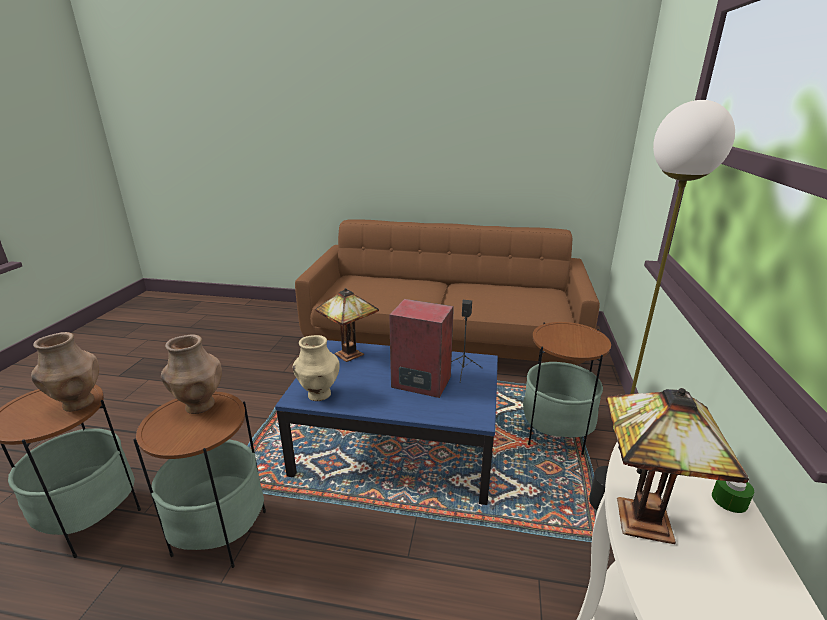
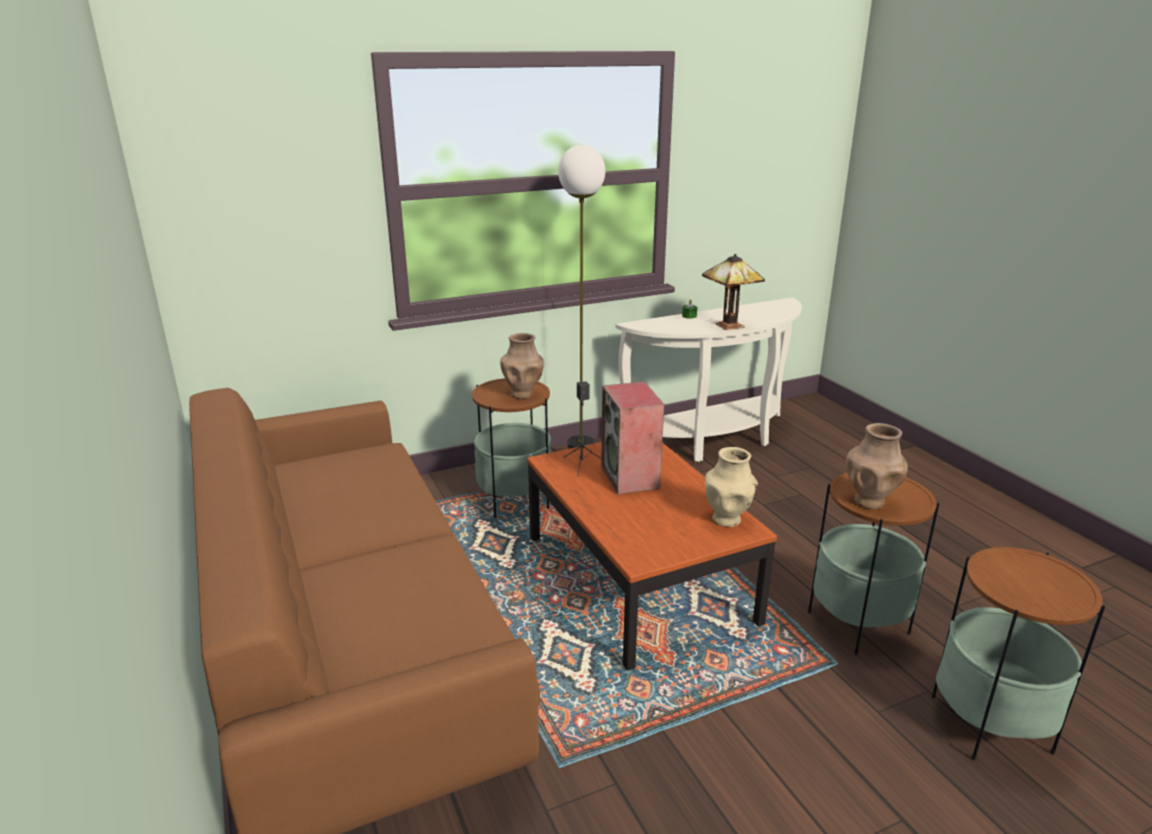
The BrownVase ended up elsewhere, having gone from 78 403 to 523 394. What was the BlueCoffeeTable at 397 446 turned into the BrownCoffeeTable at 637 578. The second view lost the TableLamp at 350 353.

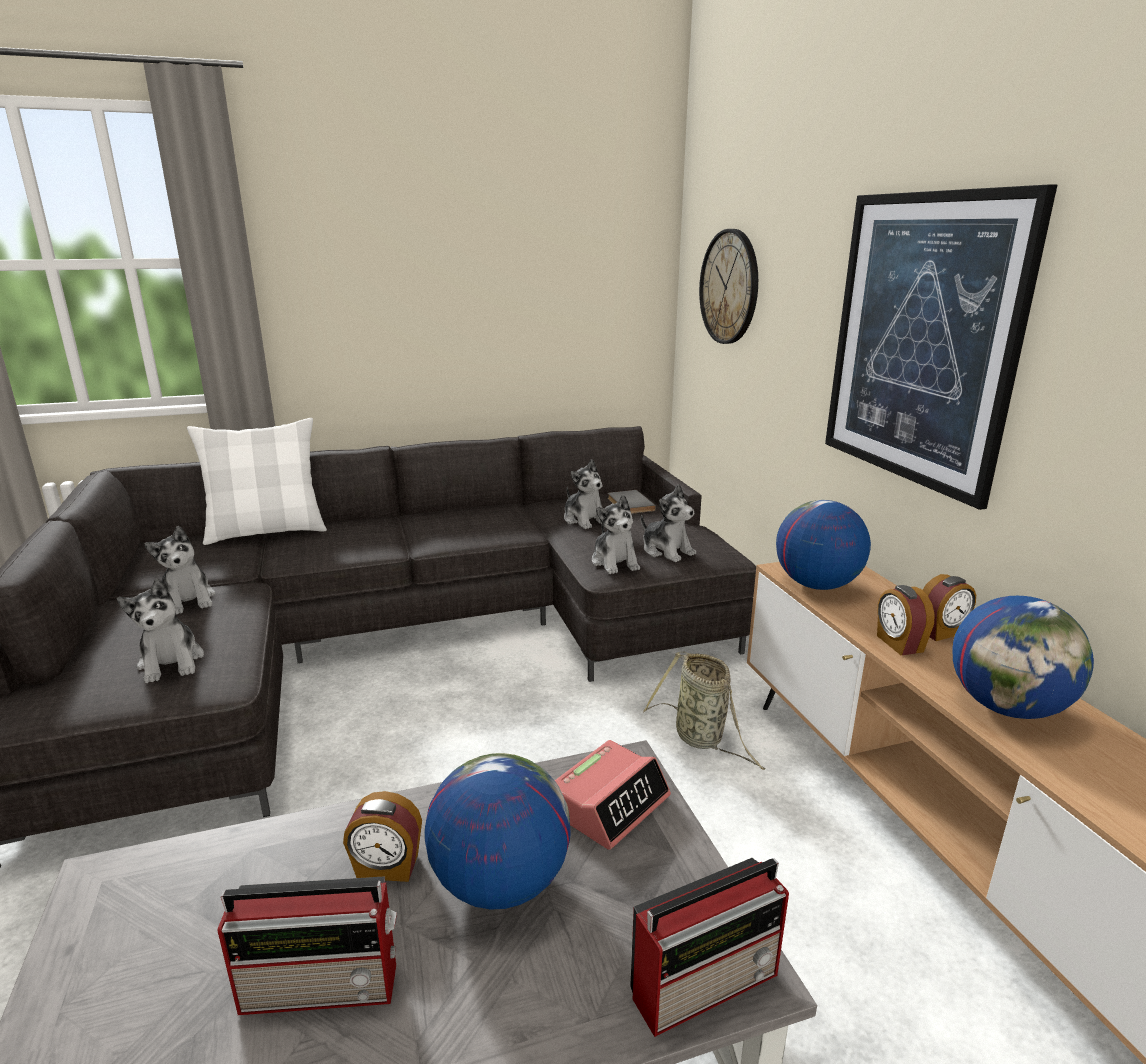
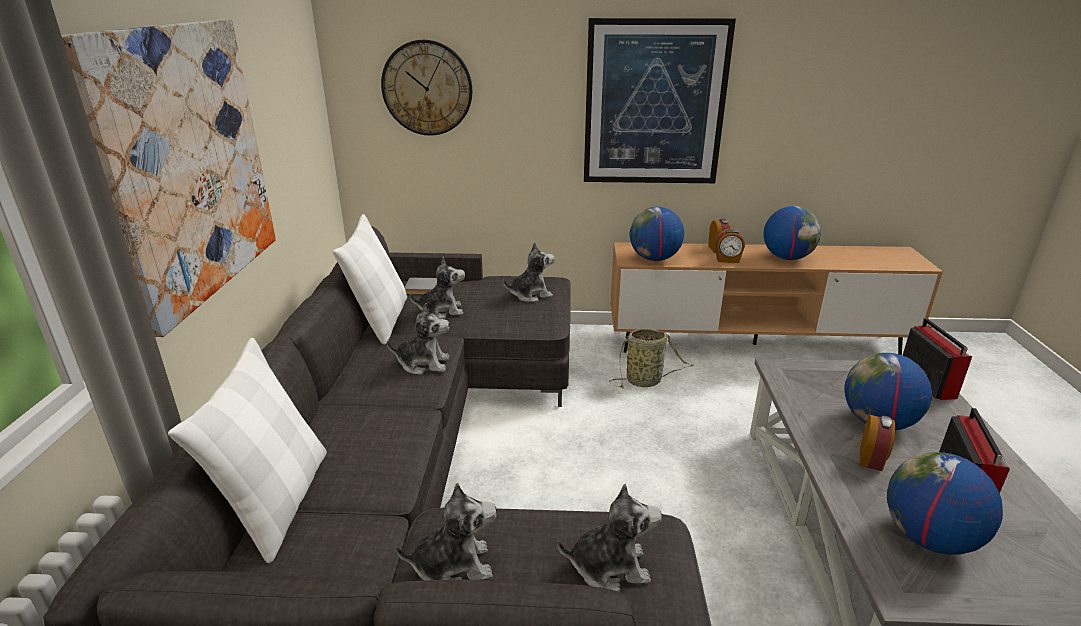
The second view gained the Picture at 190 164. The second view gained the WhitePillow at 381 320. The PlushToy ended up elsewhere, having gone from 615 562 to 423 364. The second view gained the Globe at 928 538. The second view lost the AlarmClock at 609 804.

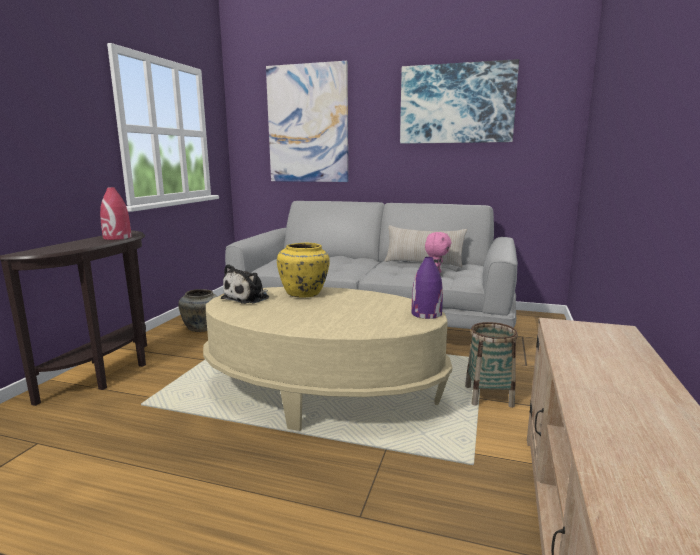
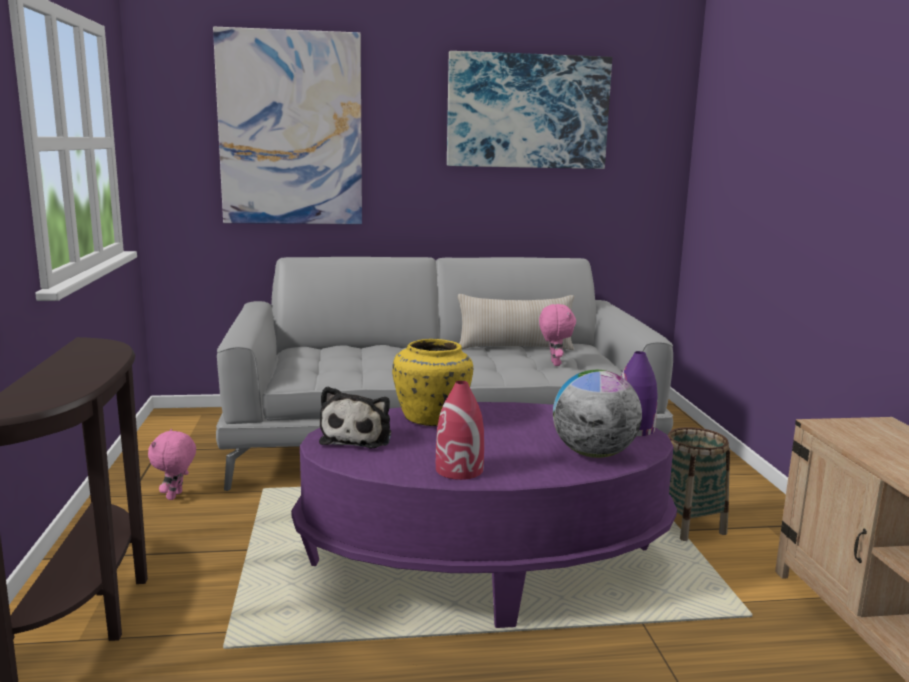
Where the BeigeVase stood at 201 328, the PinkPlushToy came to stand at 175 496. What was the BeigeCoffeeTable at 323 392 turned into the PurpleCoffeeTable at 485 563. The RedVase ended up elsewhere, having gone from 117 237 to 459 470. The second view gained the Globe at 593 454.

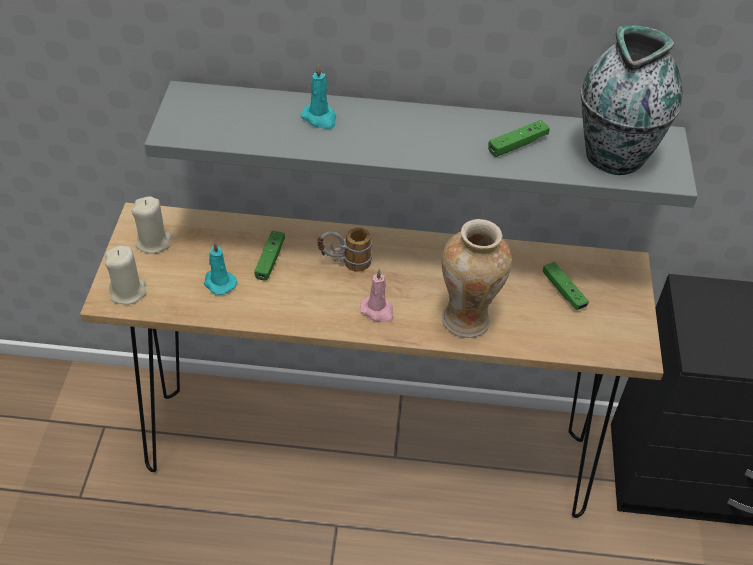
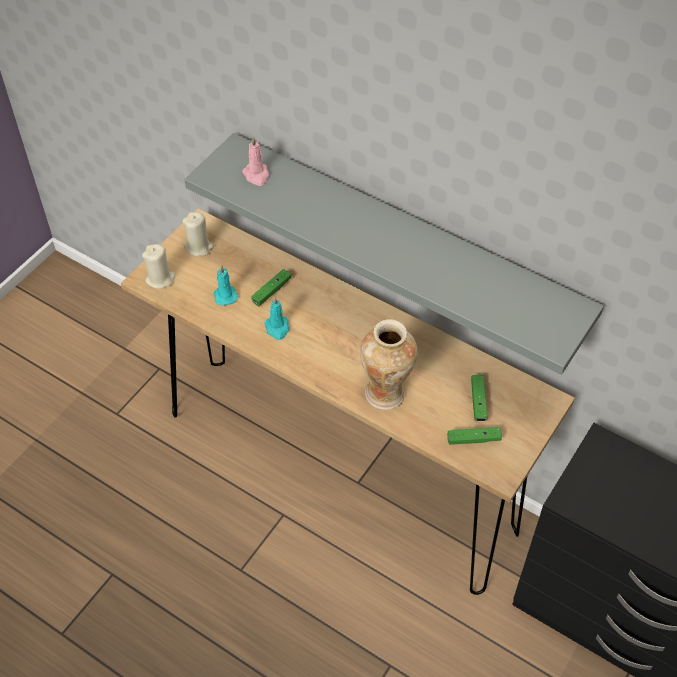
The PinkCandle ended up elsewhere, having gone from 378 311 to 256 175. The TurquoiseCandle ended up elsewhere, having gone from 320 118 to 277 328. The GreenGameController ended up elsewhere, having gone from 517 144 to 473 439. The second view lost the Mug at 344 264. The second view lost the Vase at 614 155.

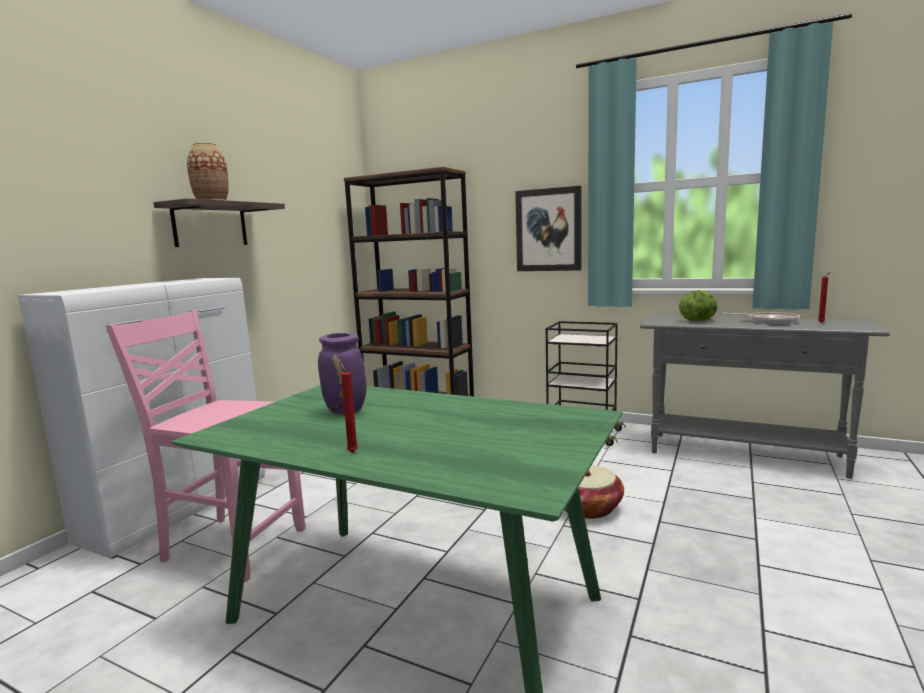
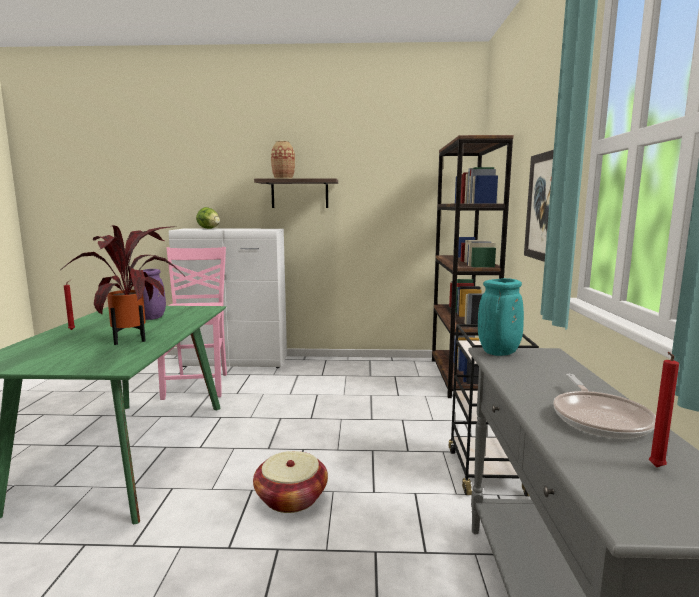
The second view gained the PottedPlant at 133 339. The Lettuce ended up elsewhere, having gone from 699 320 to 209 228. The second view gained the TurquoiseVase at 498 353.

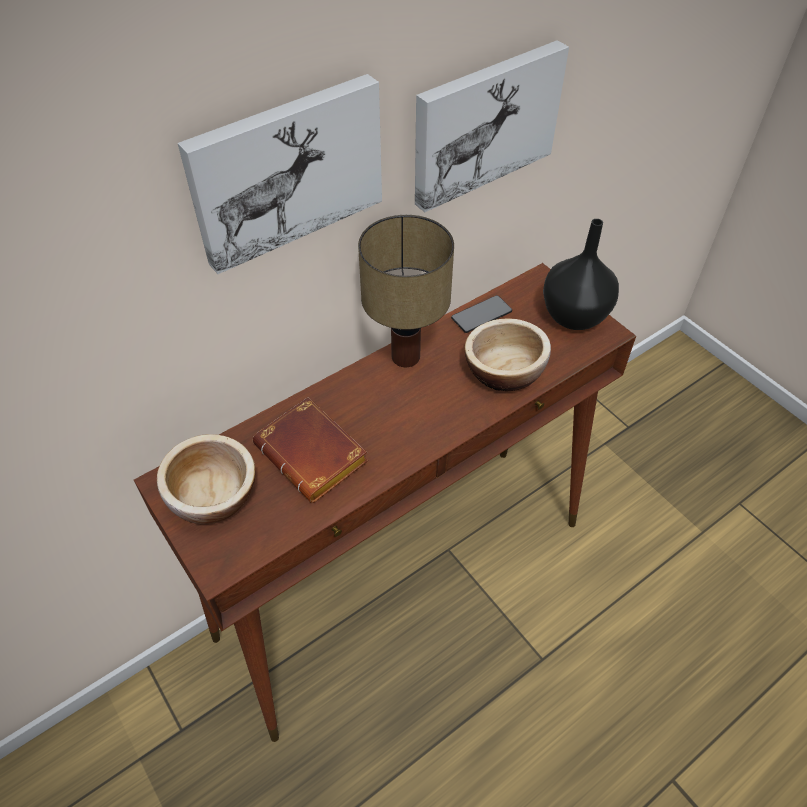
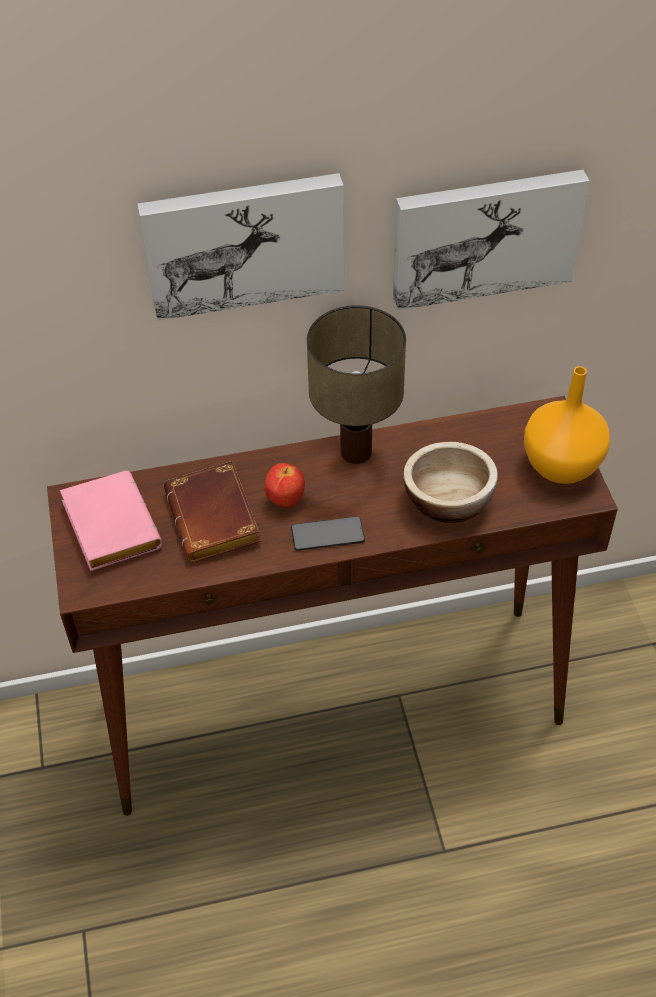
Where the Bowl stood at 213 496, the PinkBook came to stand at 107 525. The second view gained the Apple at 285 499. The Phone ended up elsewhere, having gone from 481 315 to 327 535. What was the BlackVase at 572 316 turned into the OrangeVase at 559 466.

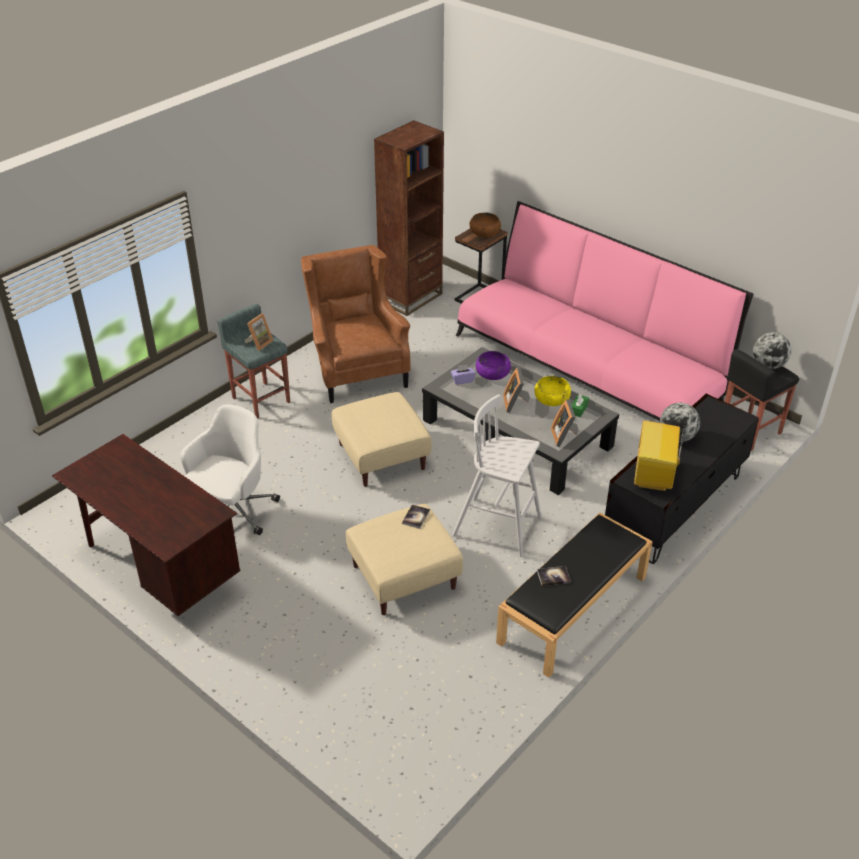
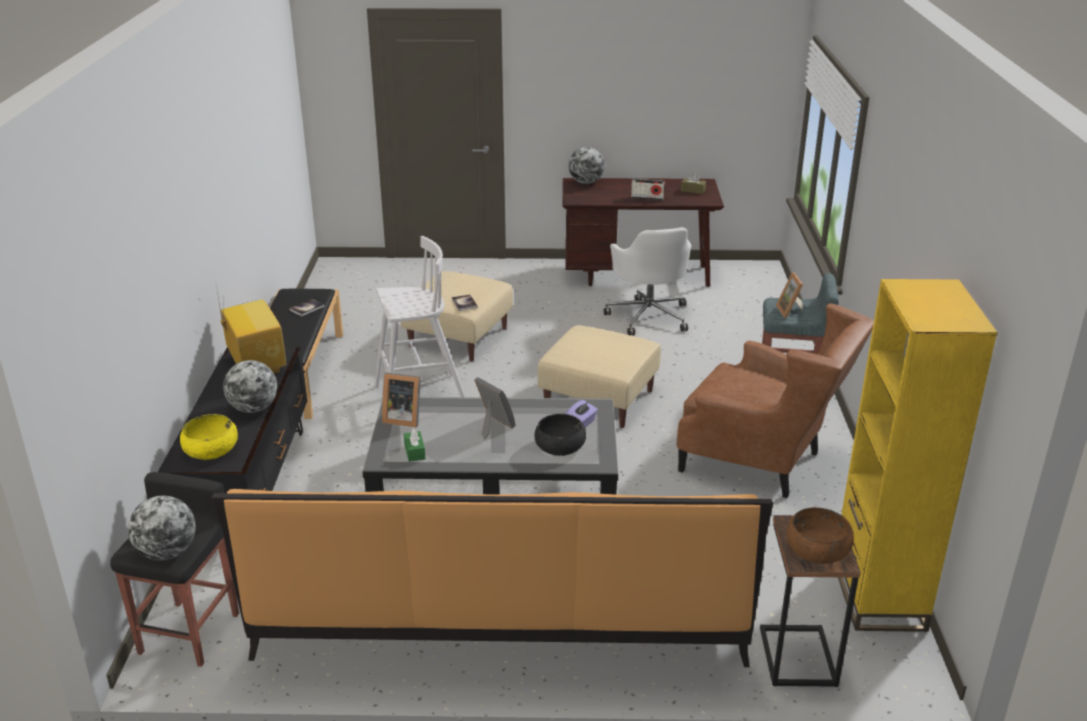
The YellowBowl ended up elsewhere, having gone from 551 398 to 211 449. What was the PinkSofa at 588 365 turned into the OrangeSofa at 500 620. The PictureFrame at 564 436 ended up facing another way, 150 degrees clockwise from before. What was the PurpleBowl at 492 373 turned into the BlackBowl at 560 446. The second view gained the Globe at 586 182. The second view gained the Radio at 647 198. The second view gained the BrownTissueBox at 693 190. What was the BrownBookcase at 411 298 turned into the YellowBookcase at 878 595.

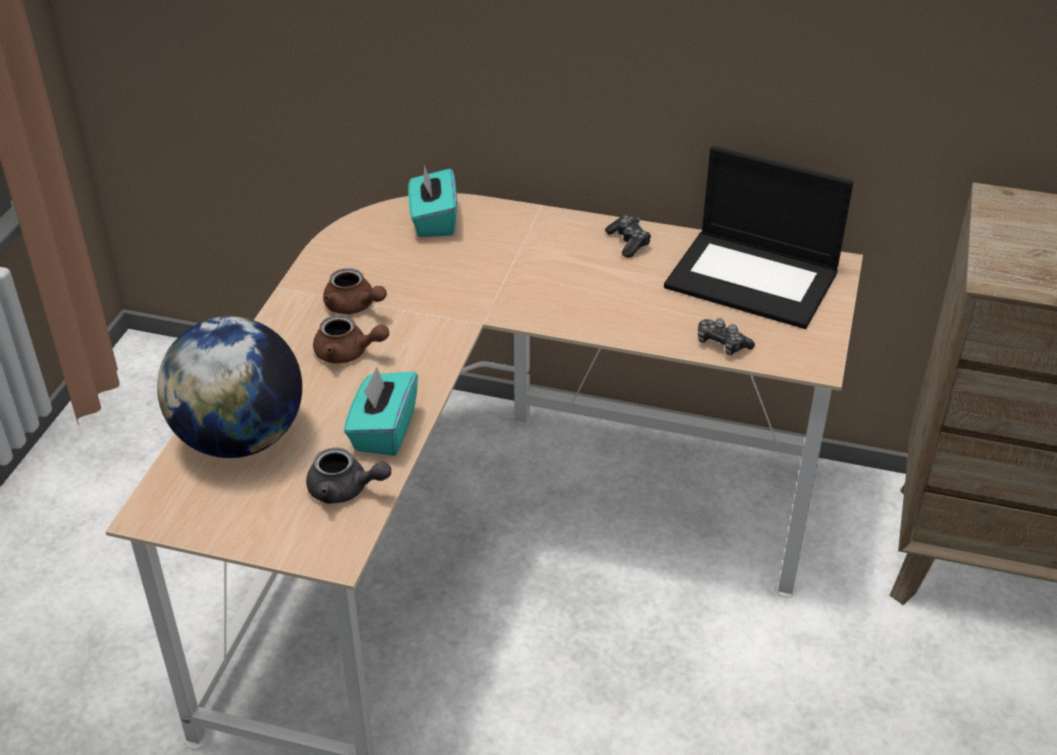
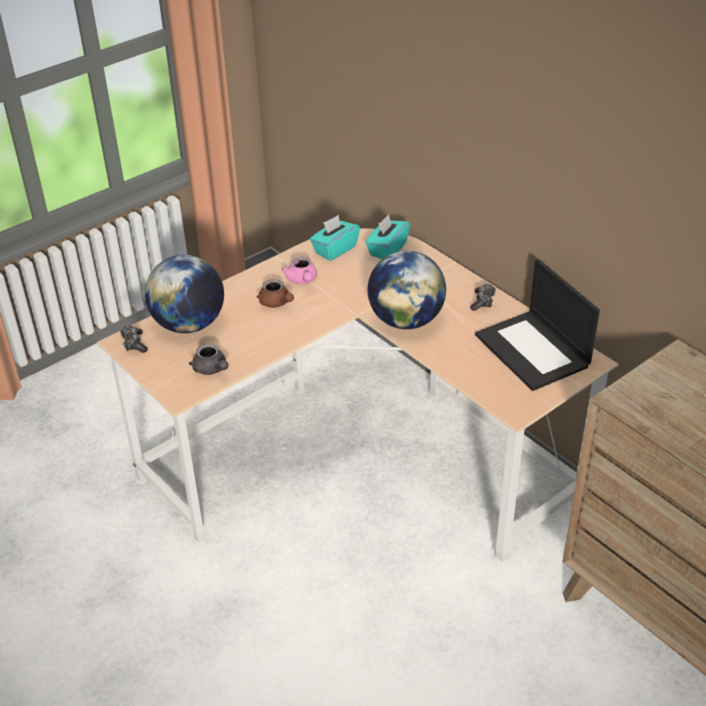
The GameController ended up elsewhere, having gone from 721 344 to 134 344. What was the BrownTeapot at 354 306 turned into the PinkTeapot at 302 280. The TurquoiseTissueBox ended up elsewhere, having gone from 383 431 to 335 249. The second view gained the Globe at 406 320.

